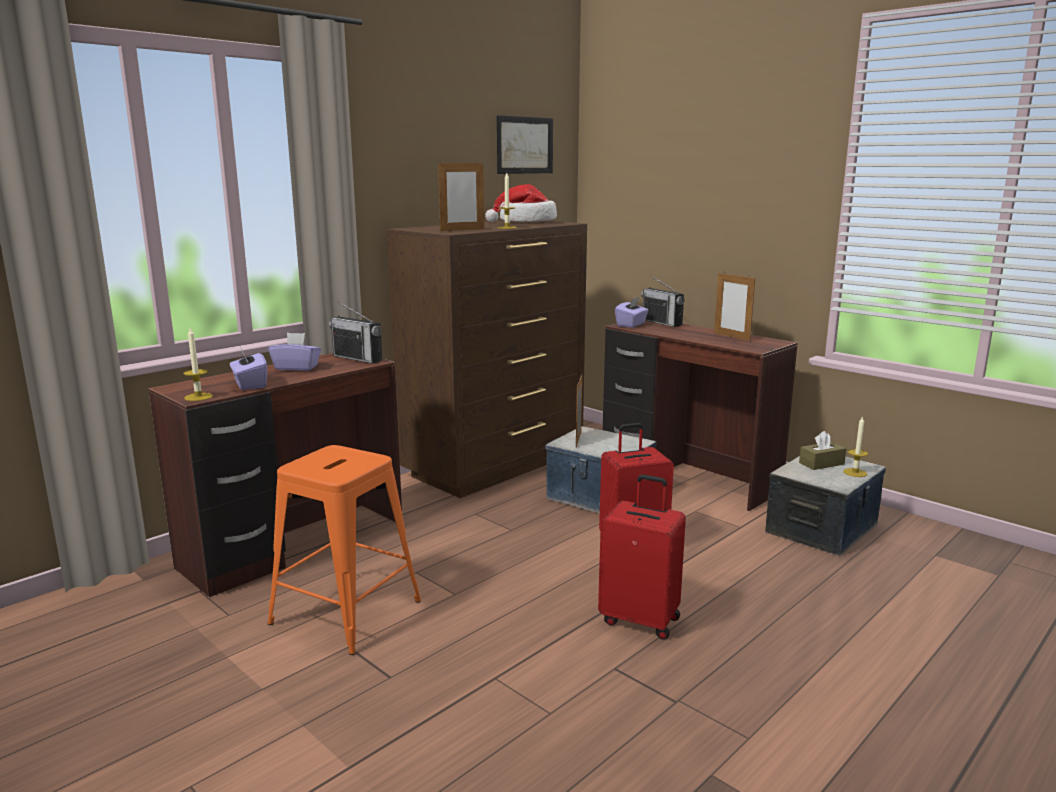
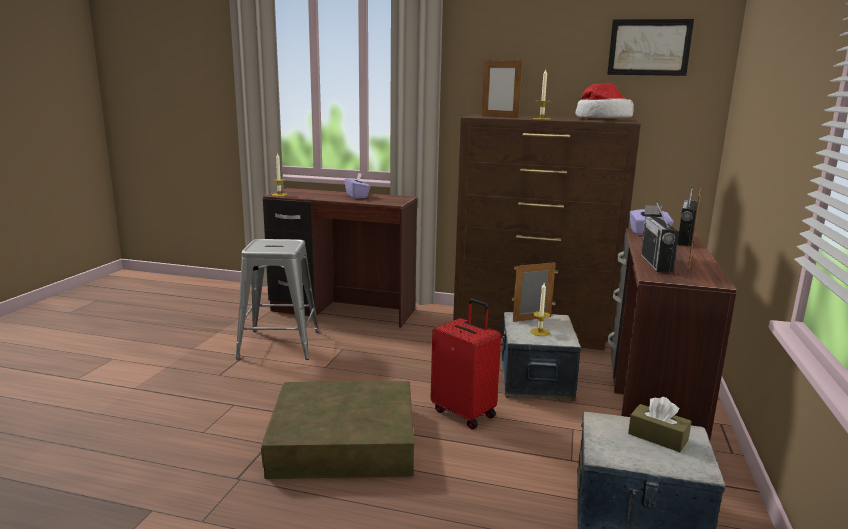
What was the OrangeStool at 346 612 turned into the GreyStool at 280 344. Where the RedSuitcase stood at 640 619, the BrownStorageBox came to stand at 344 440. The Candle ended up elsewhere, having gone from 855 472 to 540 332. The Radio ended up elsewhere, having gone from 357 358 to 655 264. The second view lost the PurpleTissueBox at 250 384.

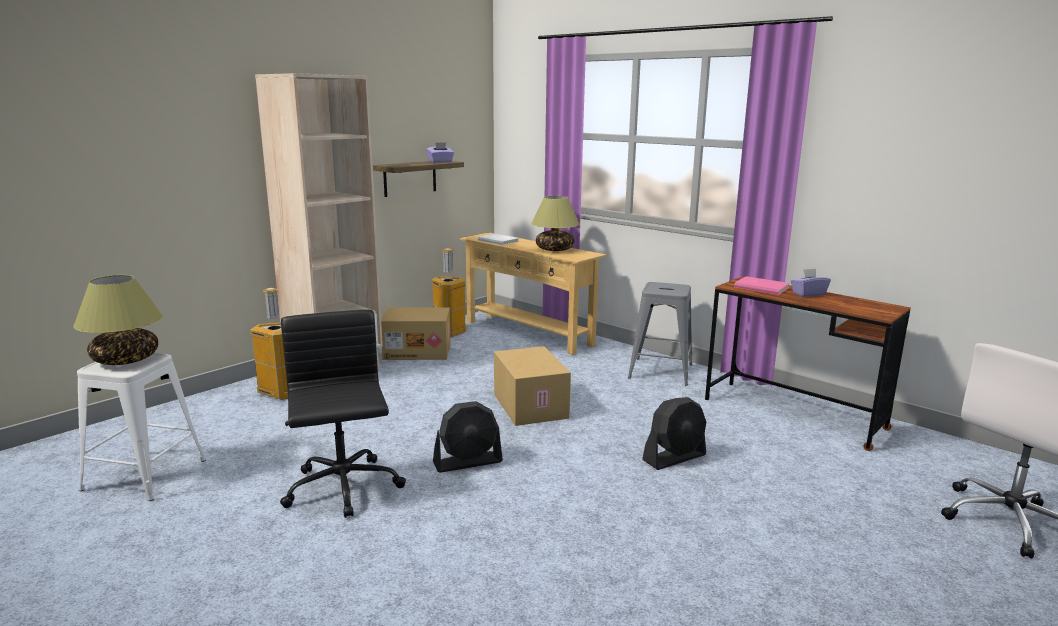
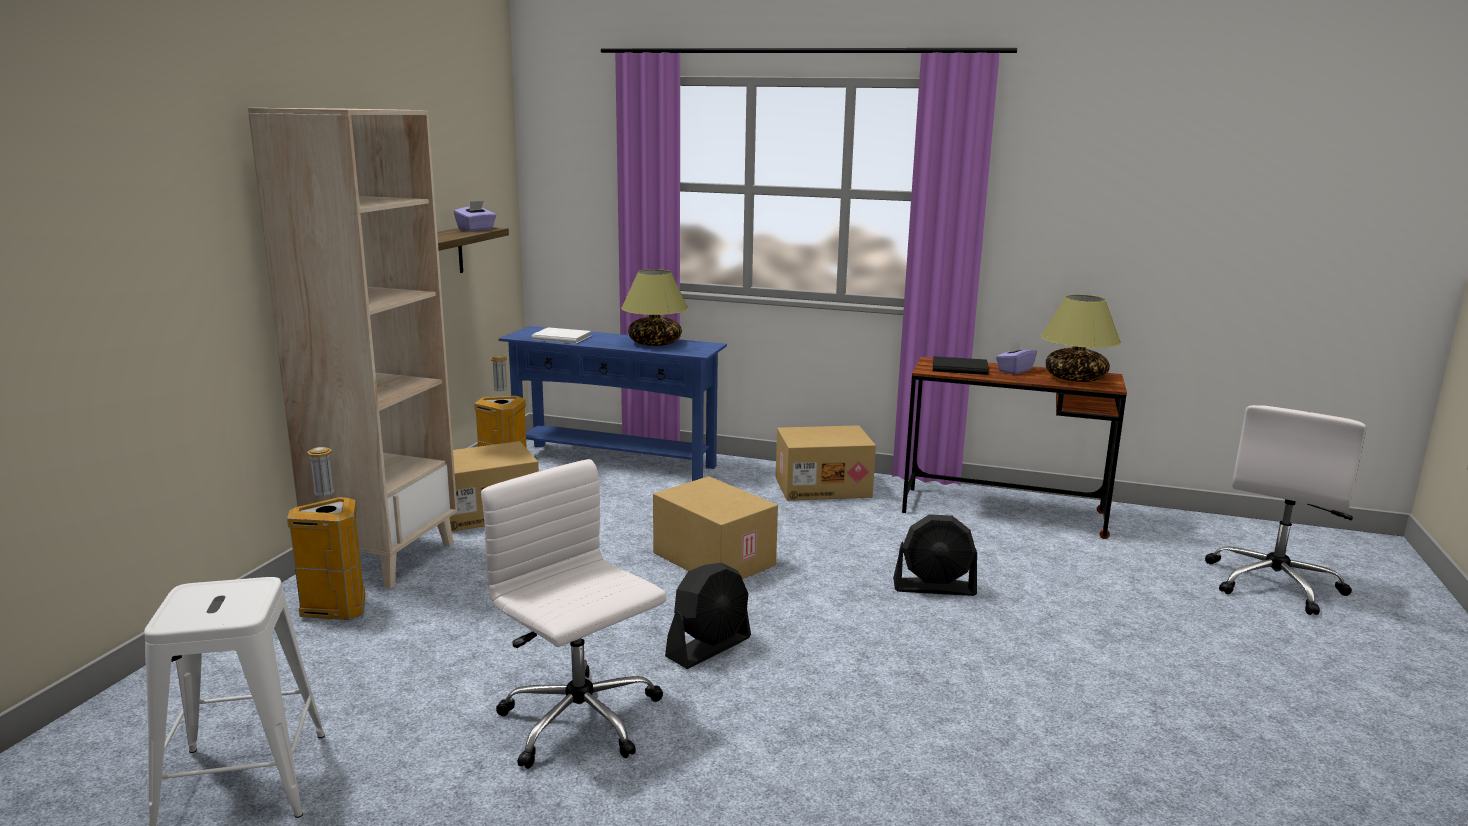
What was the BlackOfficeChair at 343 489 turned into the WhiteOfficeChair at 581 722. What was the BeigeConsoleTable at 528 333 turned into the BlueConsoleTable at 615 462. Where the GreyStool stood at 660 371, the CardboardBox came to stand at 823 487. The BlackFan at 674 457 ended up facing another way, 60 degrees clockwise from before. What was the PinkBook at 761 287 turned into the BlackBook at 958 367. The TableLamp ended up elsewhere, having gone from 125 360 to 1075 379.

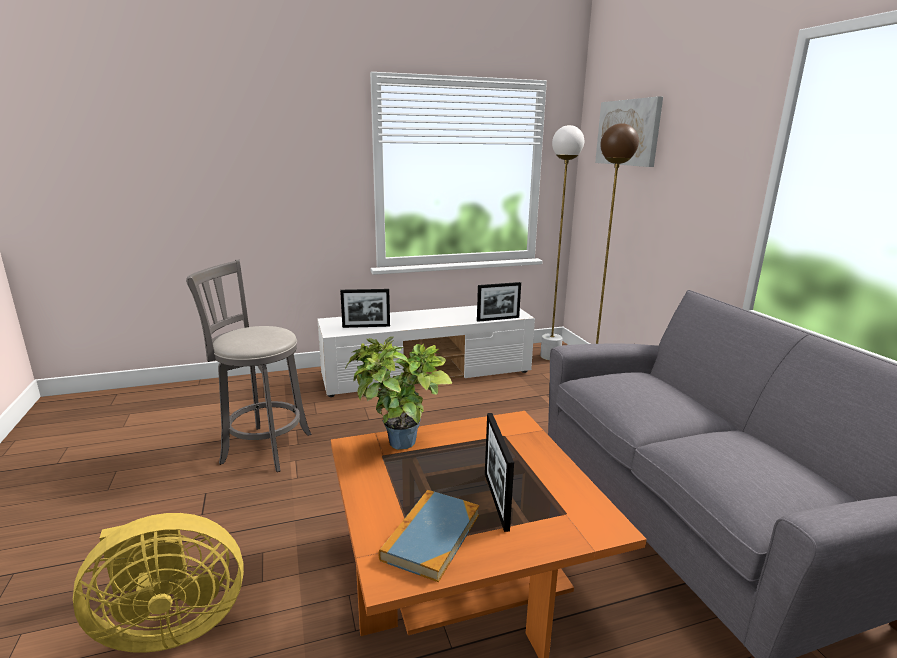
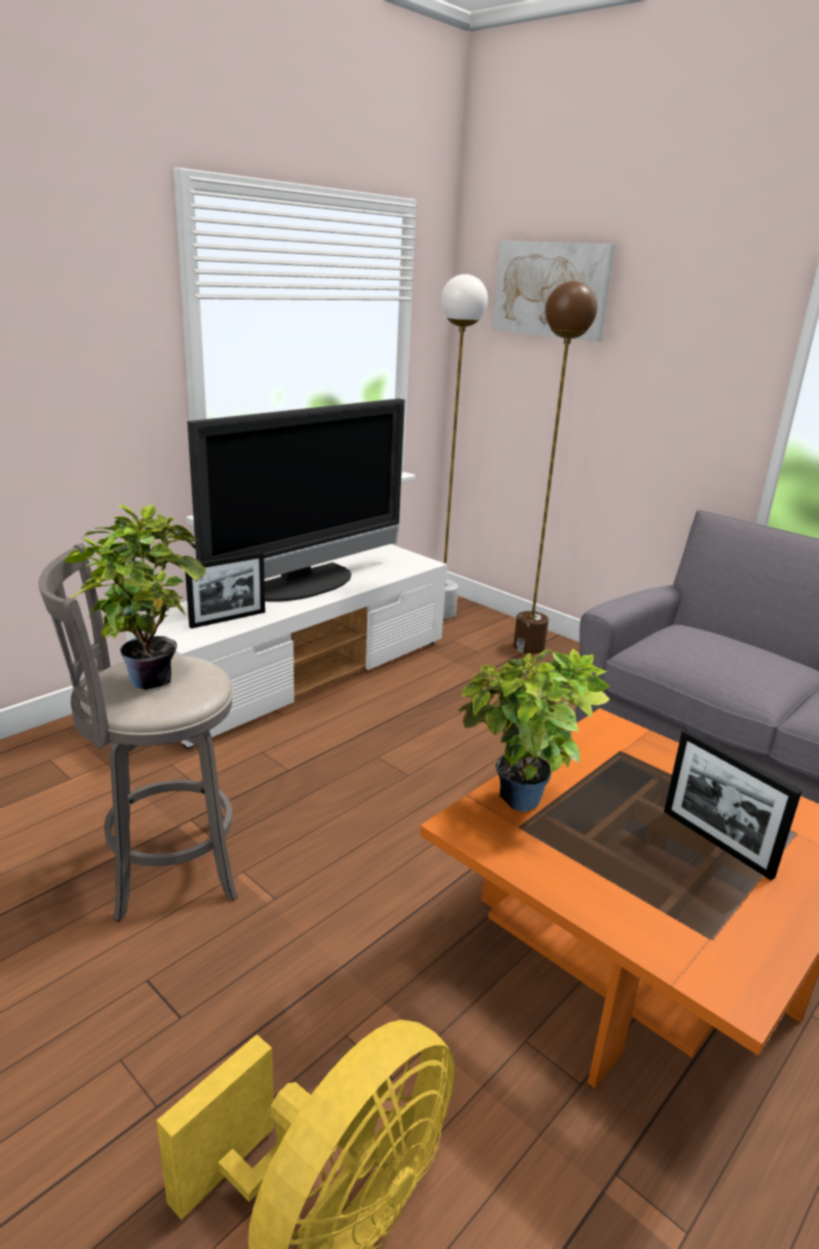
The second view gained the PottedPlant at 147 676. The second view gained the Television at 304 585. The second view lost the Book at 431 536. The second view lost the PictureFrame at 498 319.

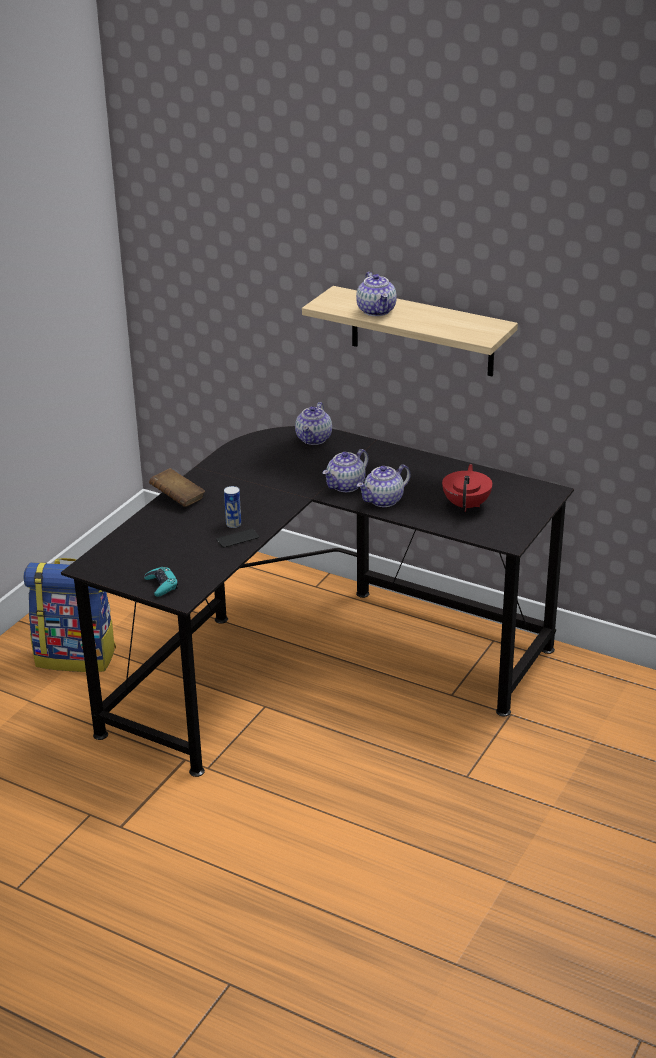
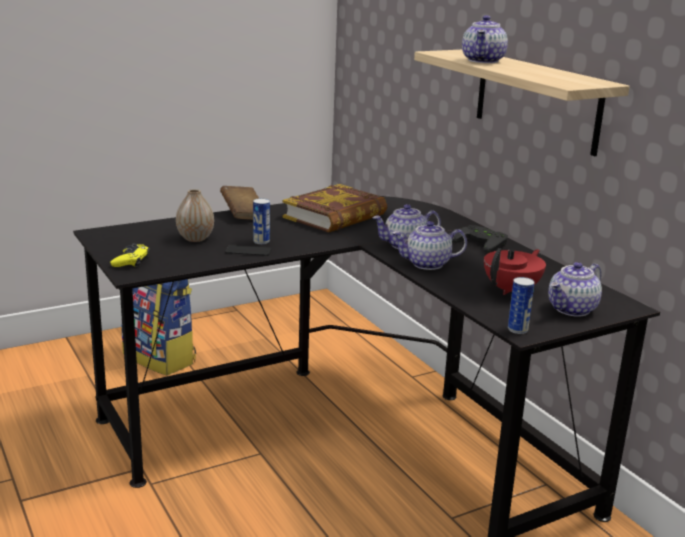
What was the TurquoiseGameController at 161 585 turned into the YellowGameController at 131 261. The second view gained the Vase at 195 238. The second view gained the Book at 335 216. The second view gained the BlackGameController at 482 242. The second view gained the Can at 517 330. The Teapot ended up elsewhere, having gone from 314 439 to 572 309.

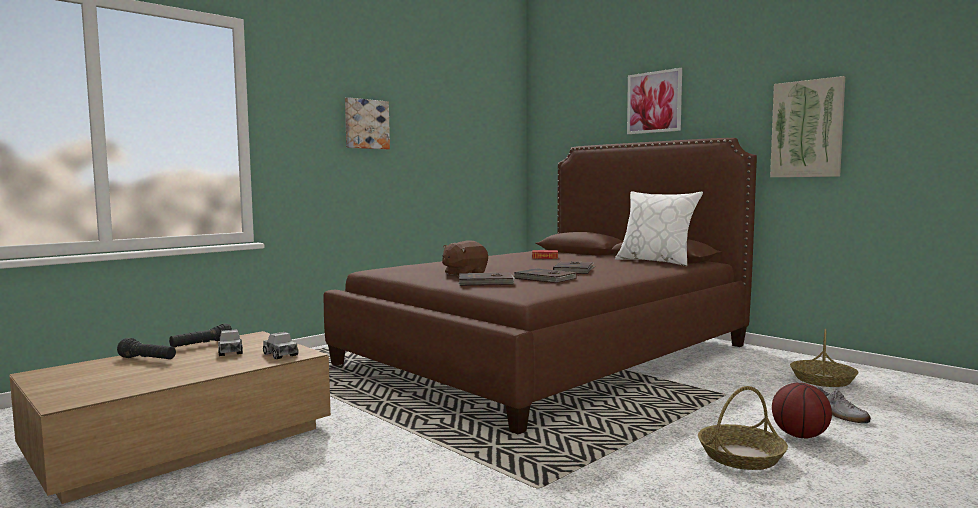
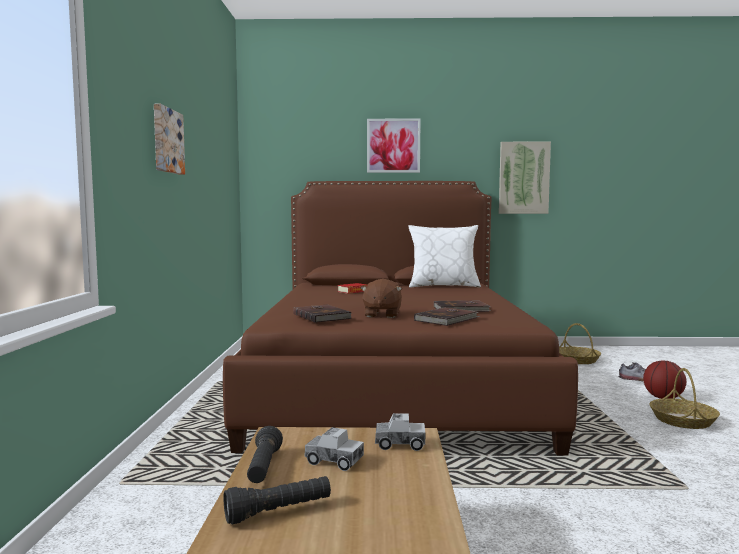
The BrownBook ended up elsewhere, having gone from 574 270 to 322 316.

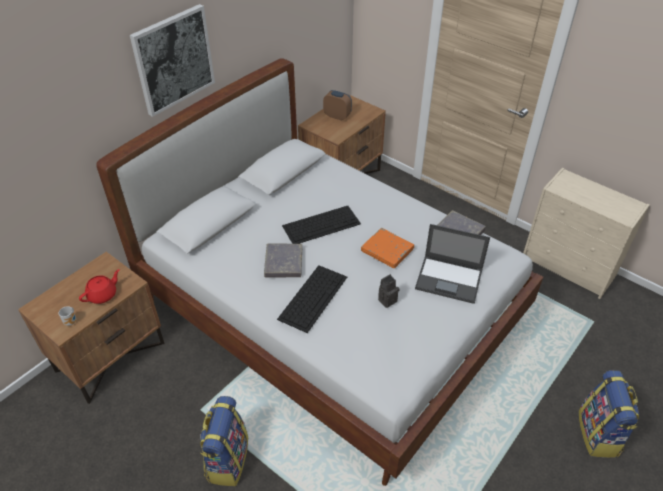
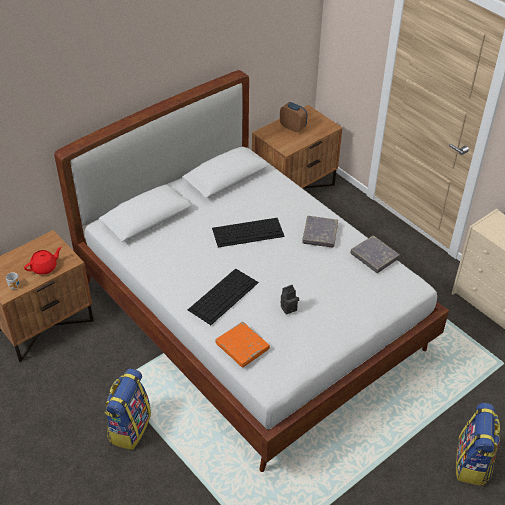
The OrangeBook ended up elsewhere, having gone from 387 250 to 242 346. The GreyBook ended up elsewhere, having gone from 283 263 to 320 234. The second view lost the Picture at 173 59. The second view lost the Laptop at 449 279.

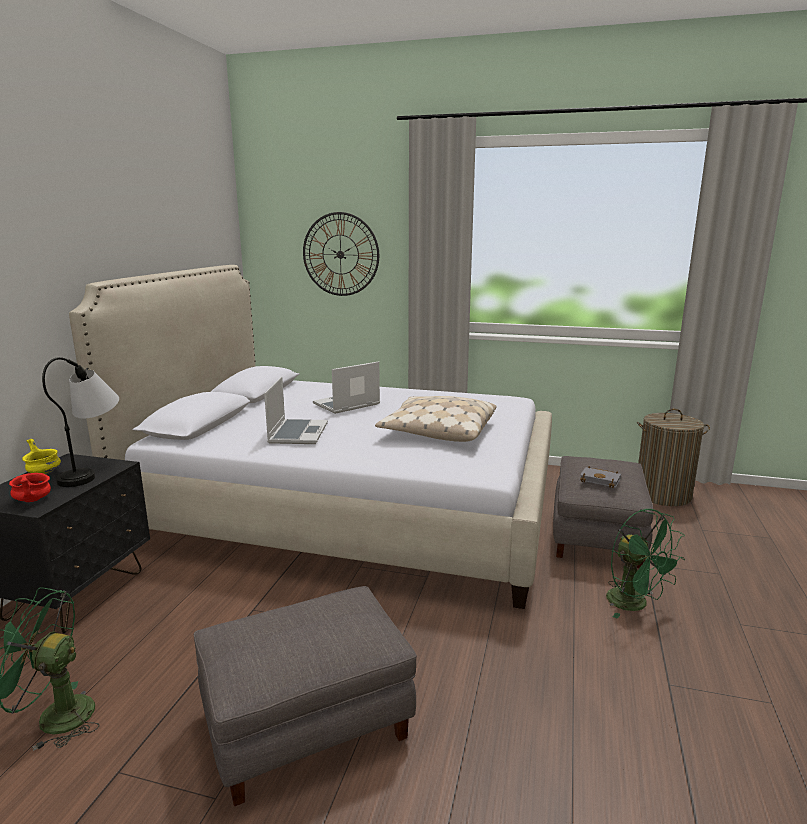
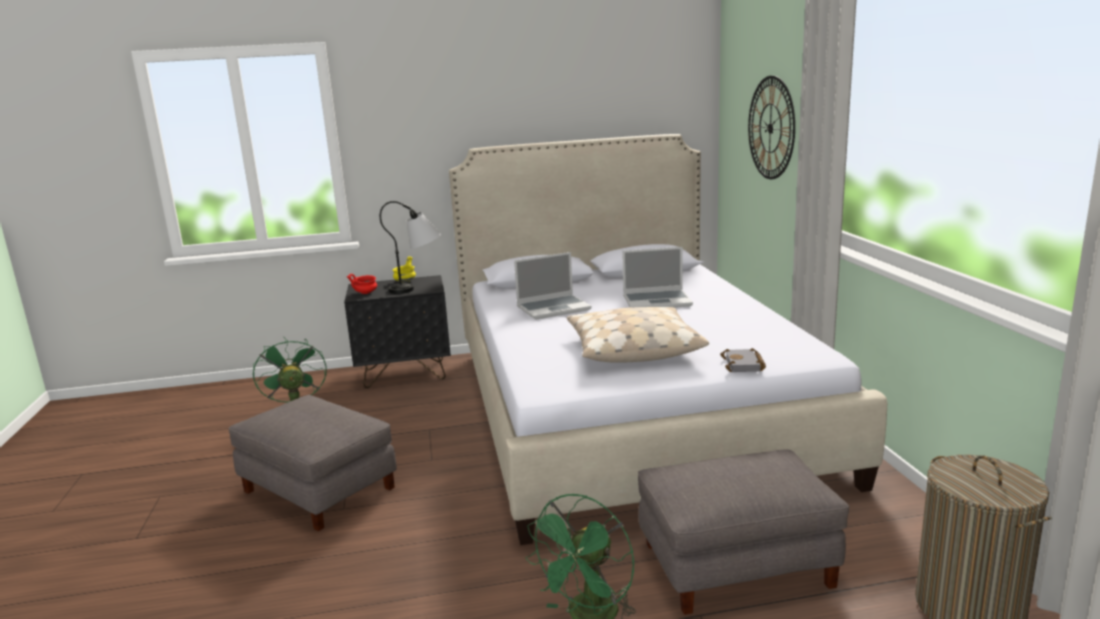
The Laptop at 346 404 ended up facing another way, 150 degrees clockwise from before. The GreyBook ended up elsewhere, having gone from 601 480 to 744 365.

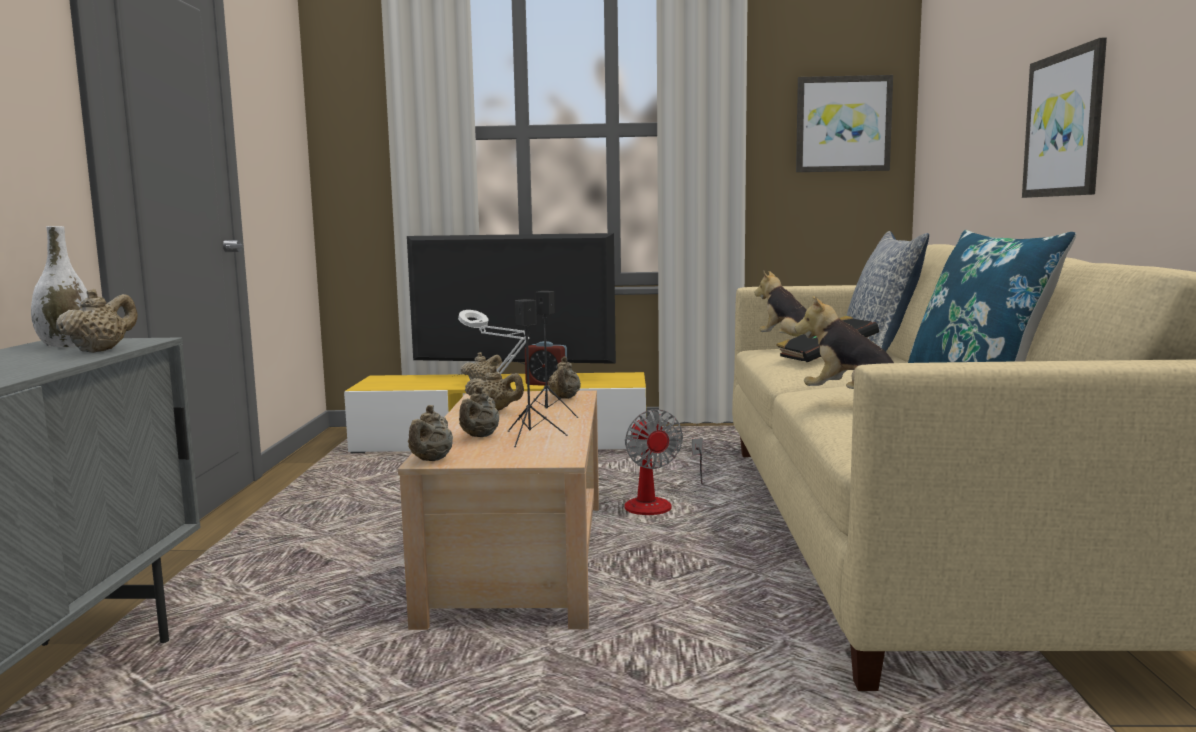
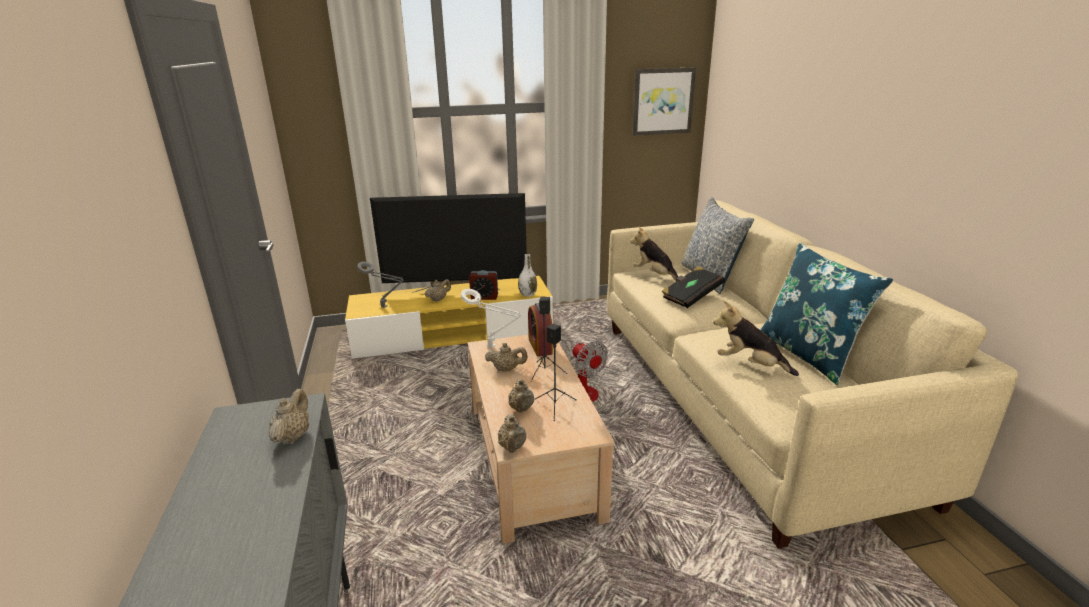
The second view gained the GreyTableLamp at 385 307. The WhiteVase ended up elsewhere, having gone from 66 345 to 528 294. Where the BeigeTeapot stood at 564 398, the AlarmClock came to stand at 540 346. The second view lost the Picture at 1065 124.

